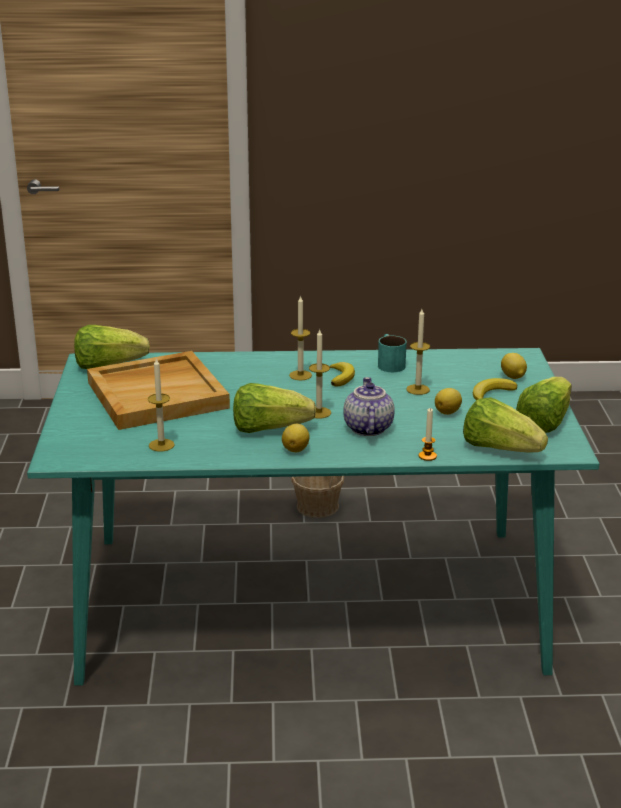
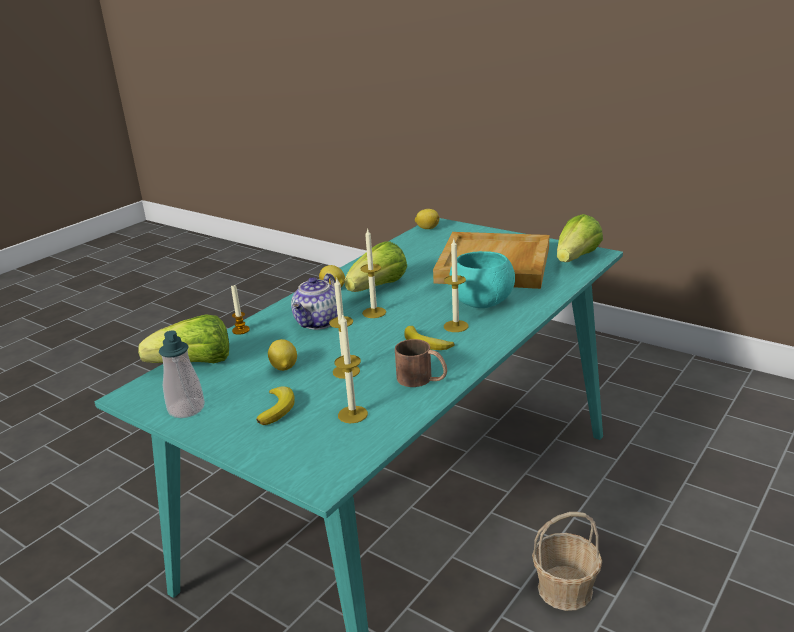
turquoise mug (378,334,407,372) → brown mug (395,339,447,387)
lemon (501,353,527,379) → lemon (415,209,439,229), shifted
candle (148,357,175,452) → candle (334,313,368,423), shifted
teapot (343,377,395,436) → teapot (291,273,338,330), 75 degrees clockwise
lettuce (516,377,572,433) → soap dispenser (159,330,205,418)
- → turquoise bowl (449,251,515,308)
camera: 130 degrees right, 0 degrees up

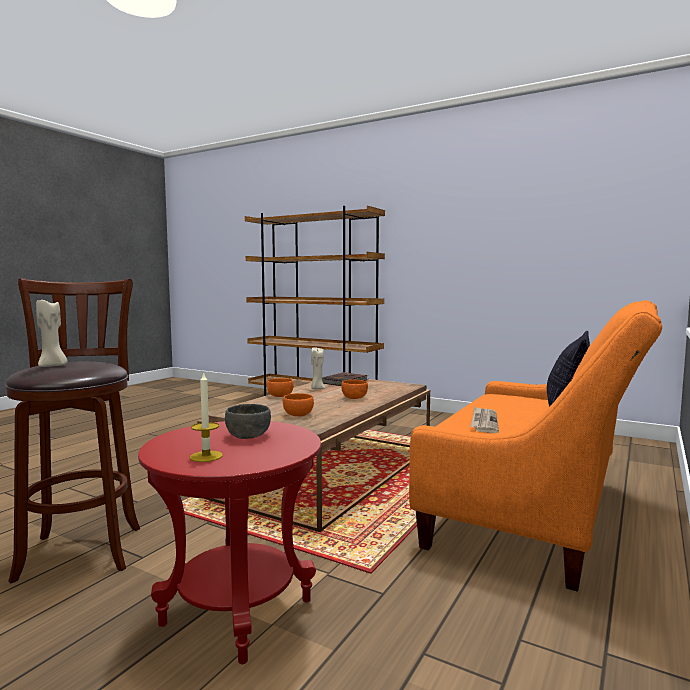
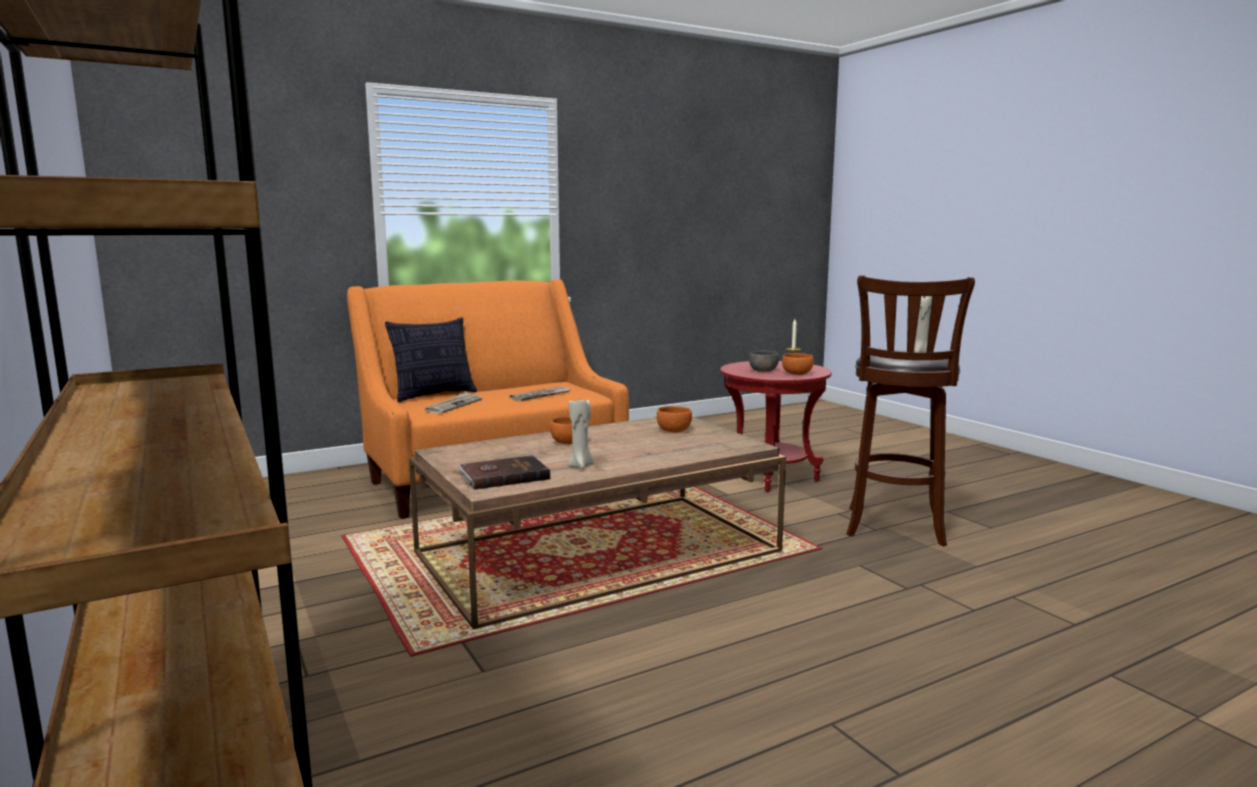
orange bowl (267,378,294,397) → orange bowl (782,353,814,375), shifted
- → newspaper (423,392,482,414)
camera: 150 degrees left, 5 degrees up

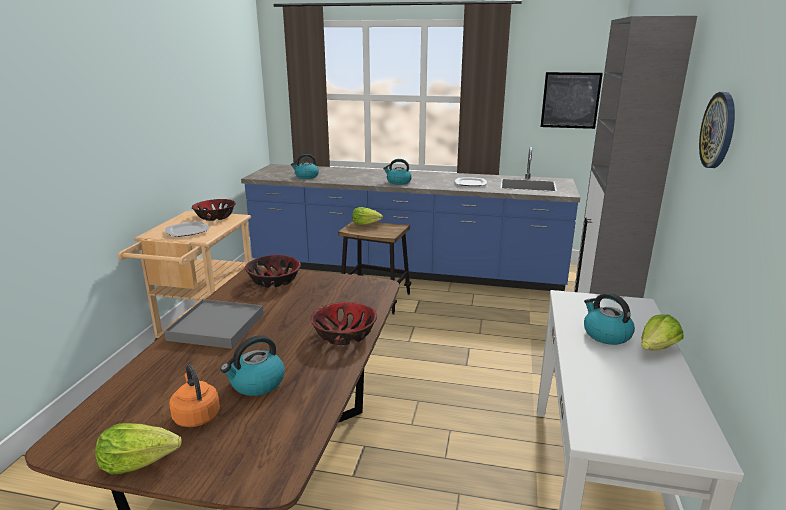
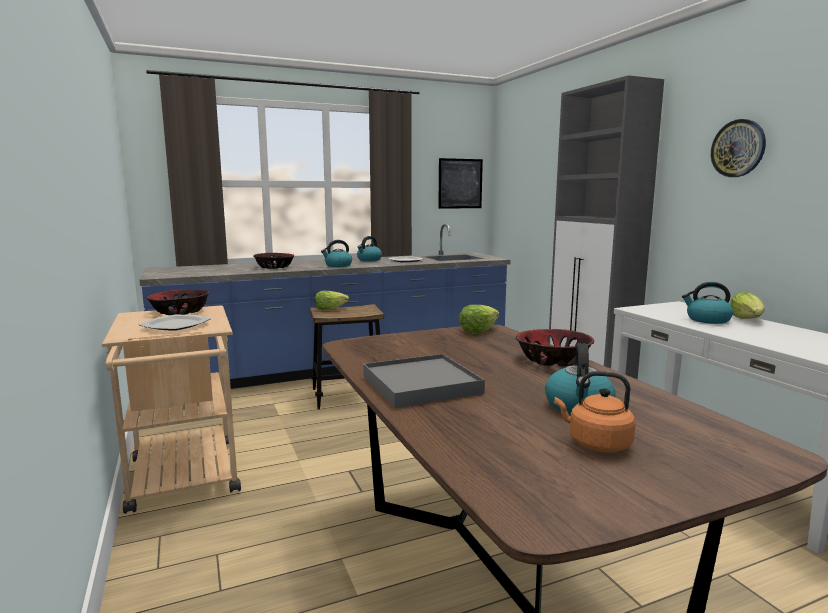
kettle (291,154,319,179) → kettle (357,236,382,261), shifted
bowl (245,255,301,288) → bowl (253,253,294,269), shifted
lettuce (95,423,182,474) → lettuce (459,305,500,334), shifted
camera: 35 degrees left, 10 degrees down

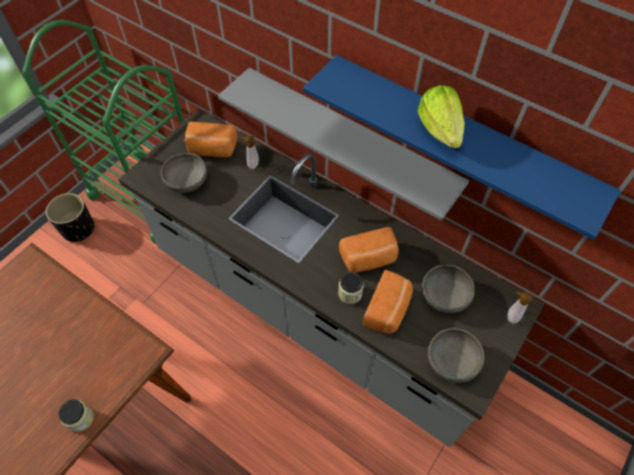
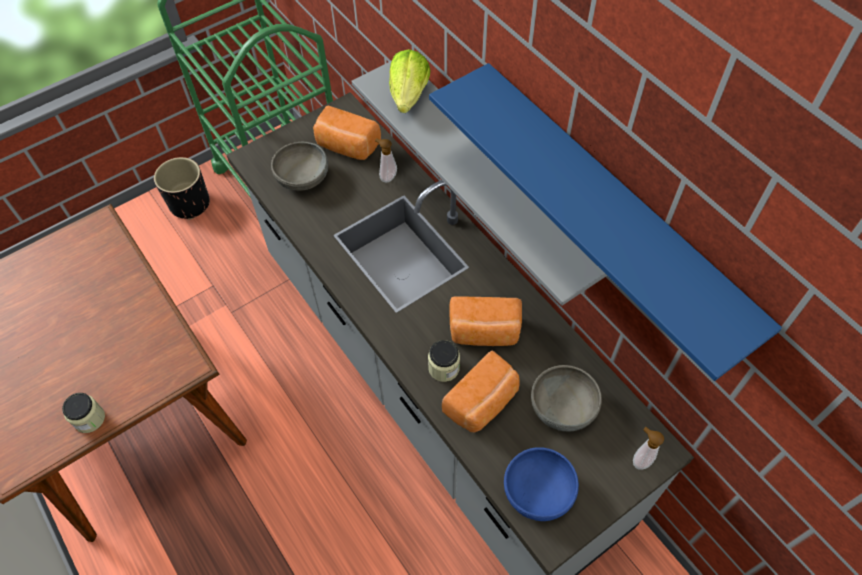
lettuce (418,85,465,148) → lettuce (389,49,430,113), shifted
grey bowl (428,328,485,383) → blue bowl (504,447,579,521)
camera: 20 degrees right, 0 degrees up

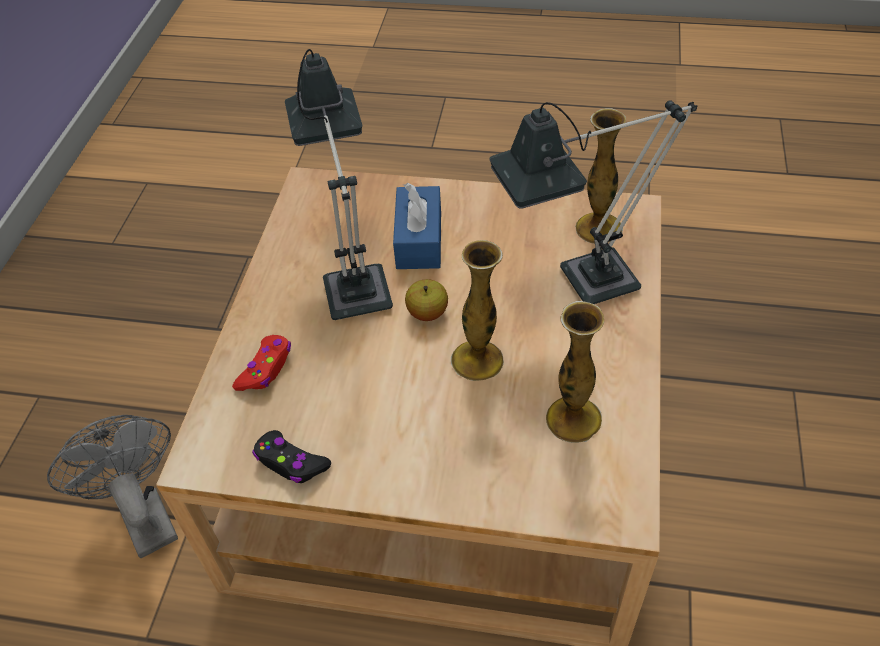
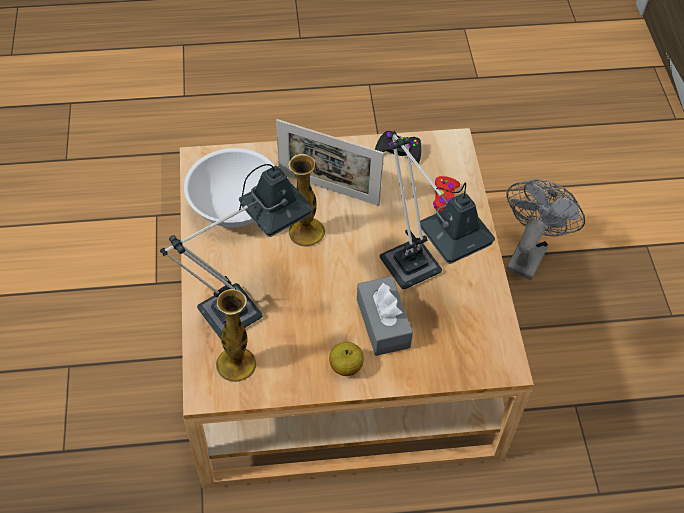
blue tissue box (393,183,441,269) → grey tissue box (357,276,413,356)
apple (405,279,448,321) → apple (329,342,364,376), shifted
vase (546,301,604,443) → white bowl (184,148,275,227)
grey fan (47,415,178,558) → grey fan (506,179,585,280), 105 degrees counterclockwise
- → picture frame (276,119,384,206)
camera: 160 degrees right, 5 degrees up

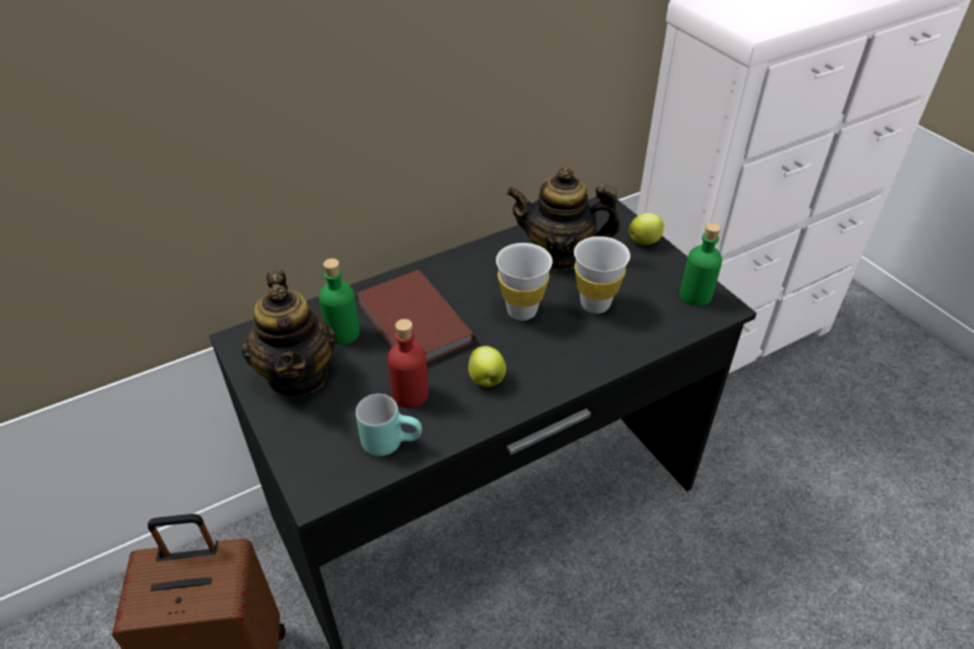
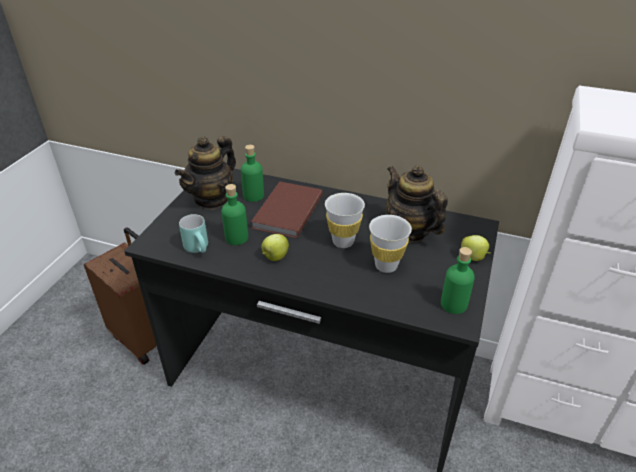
red bottle (388,319,429,408) → green bottle (221,184,248,245)
camera: 50 degrees right, 5 degrees down

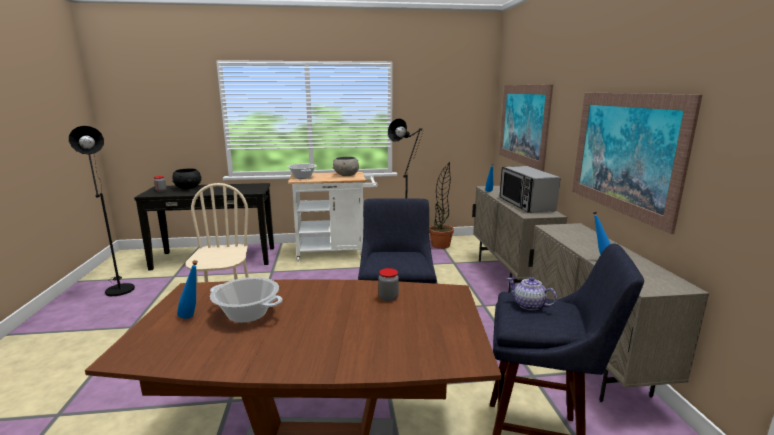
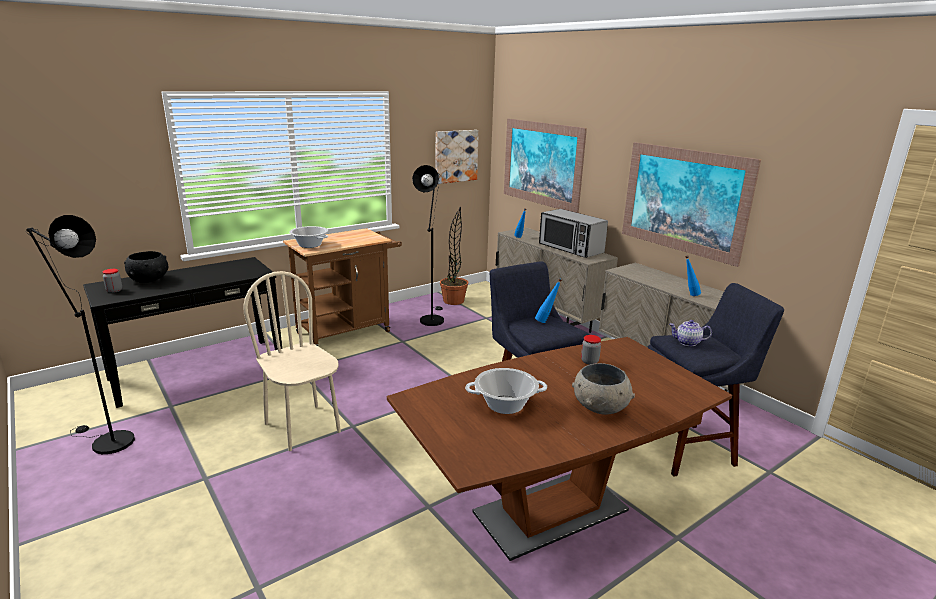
grey bowl (333,157,359,176) → grey bowl (572,363,635,415), shifted
white cart (288,172,377,261) → brown cart (283,228,402,346)
blue bottle (177,260,198,318) → blue bottle (535,278,562,323), shifted
- → picture (436,130,479,184)
camera: 30 degrees left, 5 degrees up

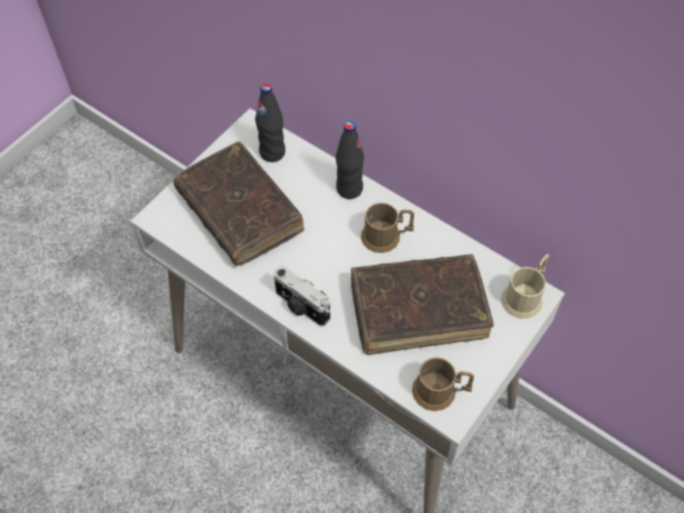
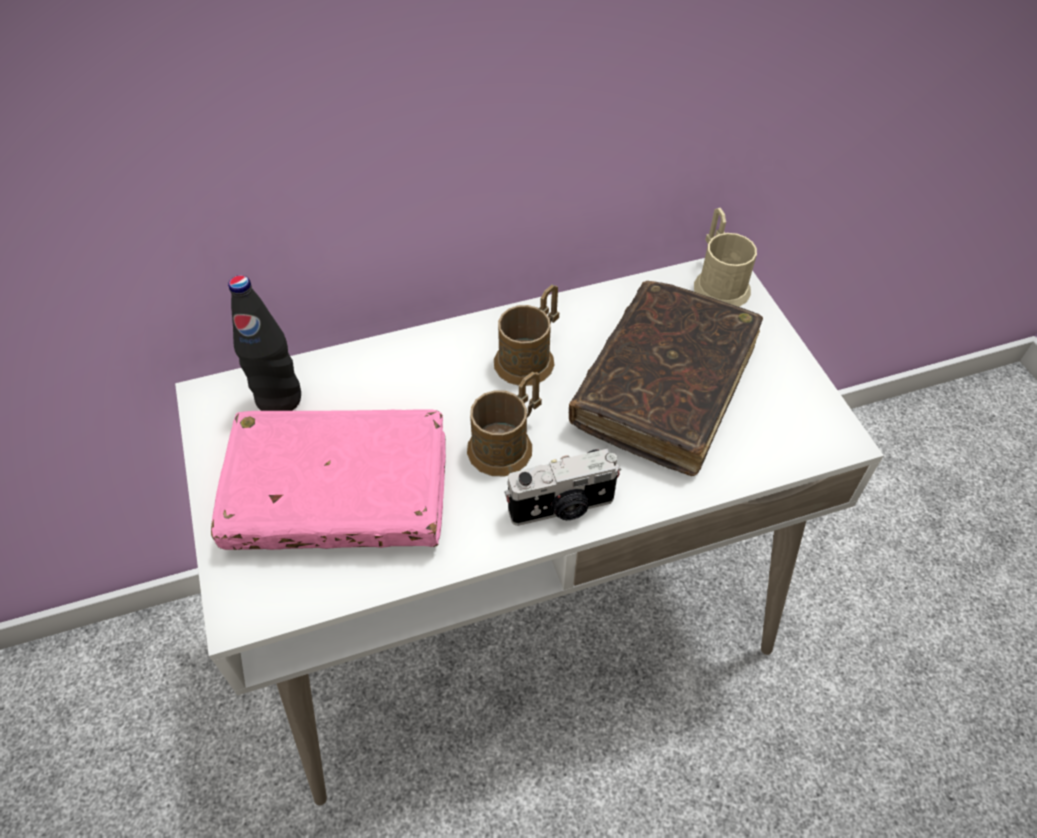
black bottle (336,121,364,199) → -
brown book (173,142,304,266) → pink book (211,409,446,550)
brown mug (412,357,474,411) → brown mug (467,372,542,476), shifted
camera: 55 degrees left, 5 degrees down

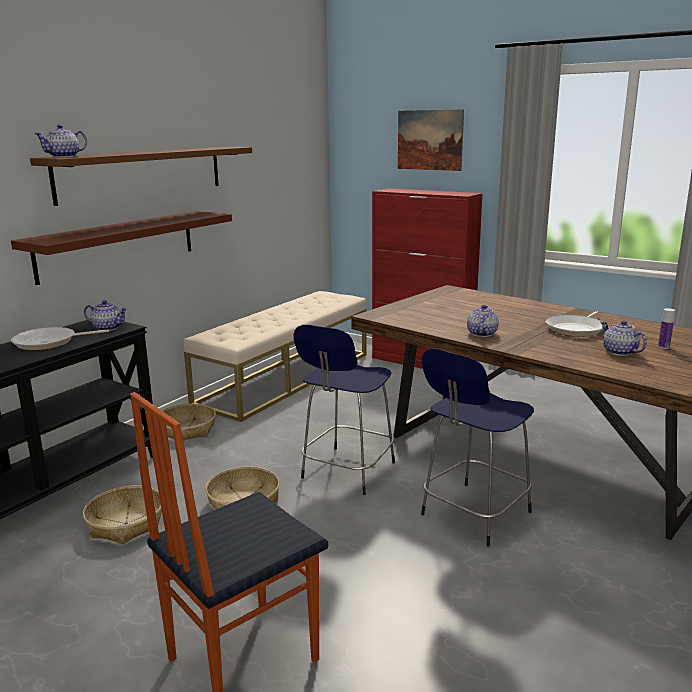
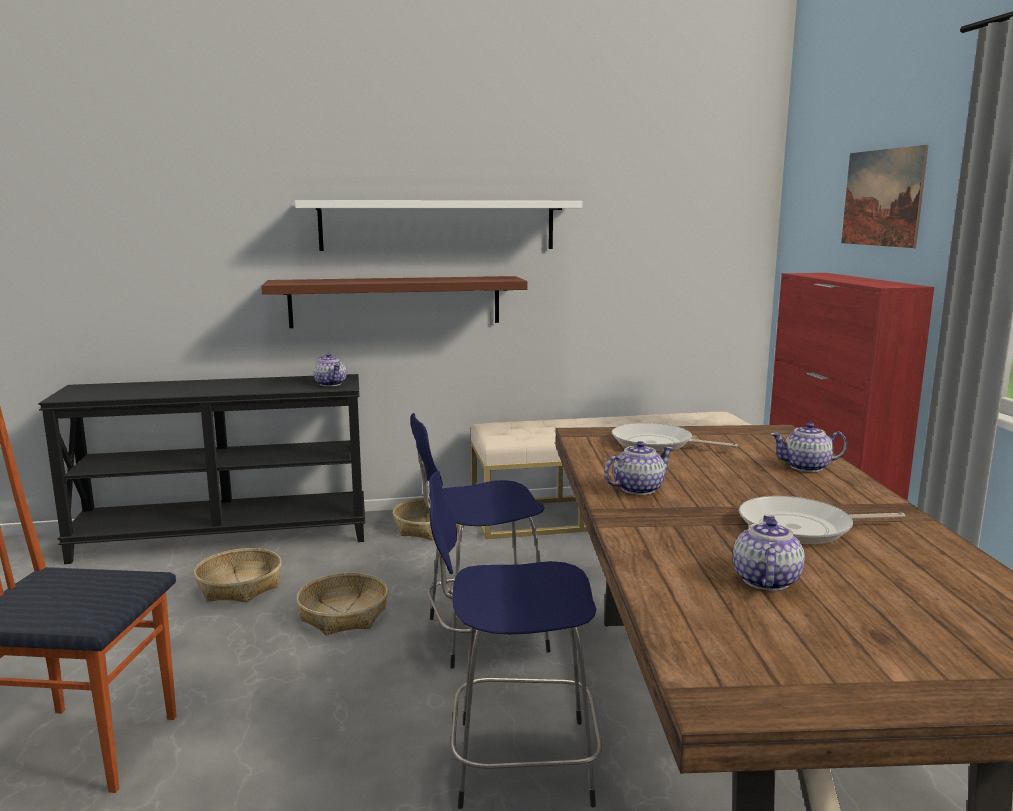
teapot (34,125,87,157) → teapot (770,423,848,472), shifted
brown shelf (30,147,252,206) → white shelf (295,200,582,251)
bottle (658,308,675,349) → -
frying pan (11,327,109,350) → frying pan (612,423,738,452), shifted
camera: 45 degrees right, 5 degrees down

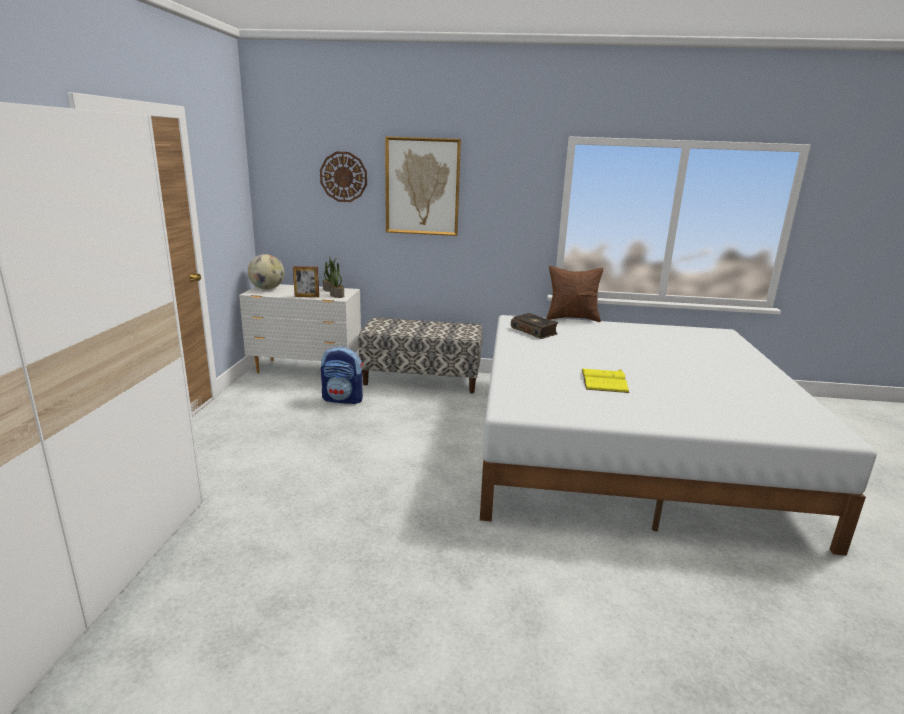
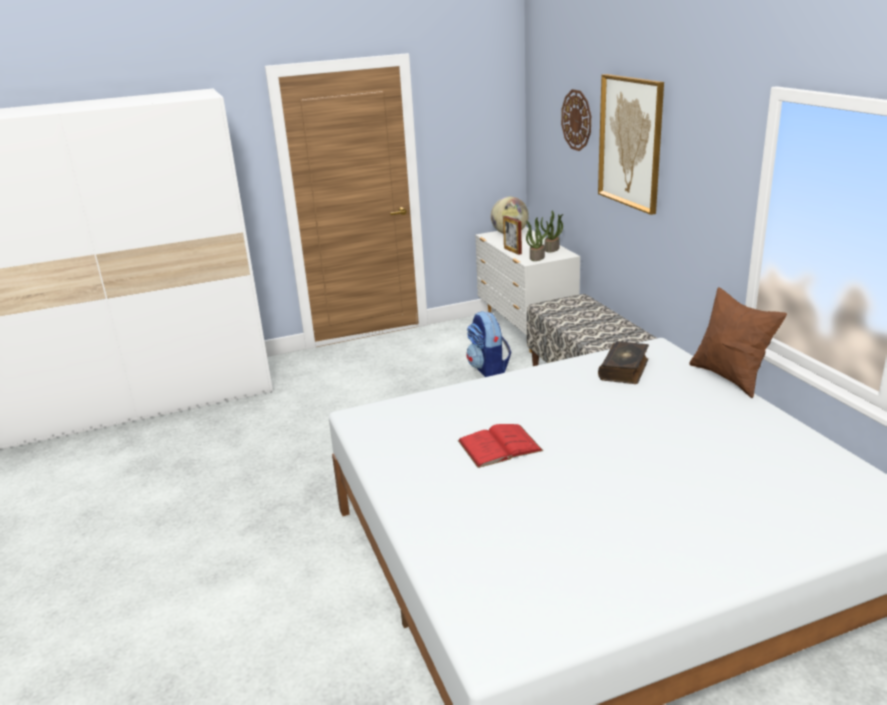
yellow book (582,369,629,393) → red book (458,424,543,468)
camera: 65 degrees right, 5 degrees up

